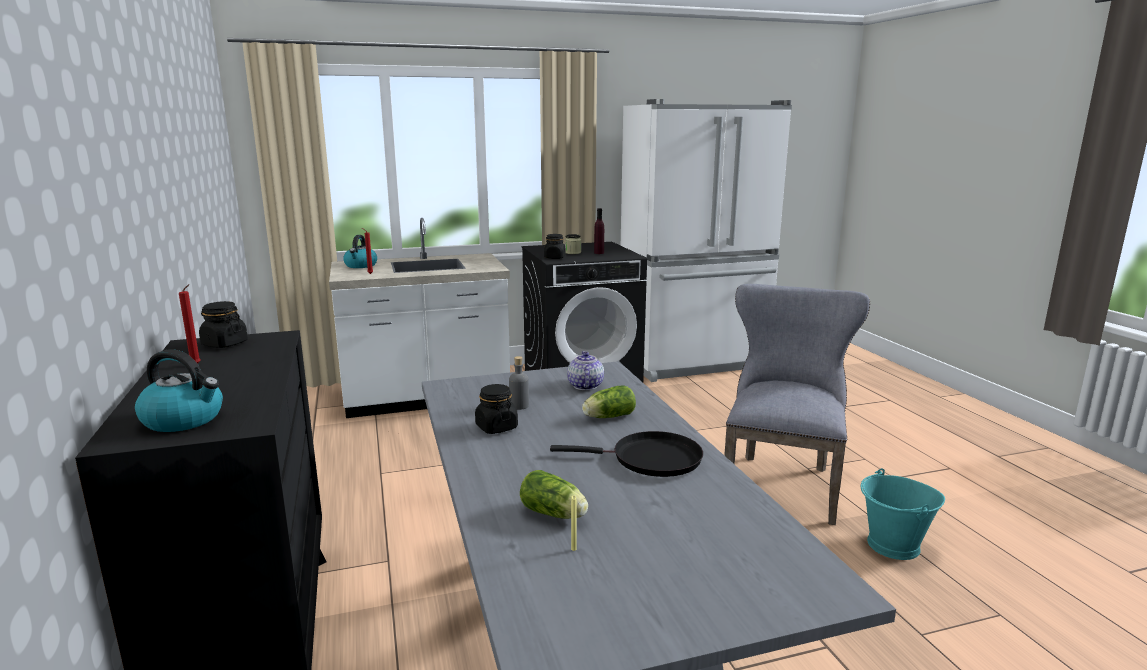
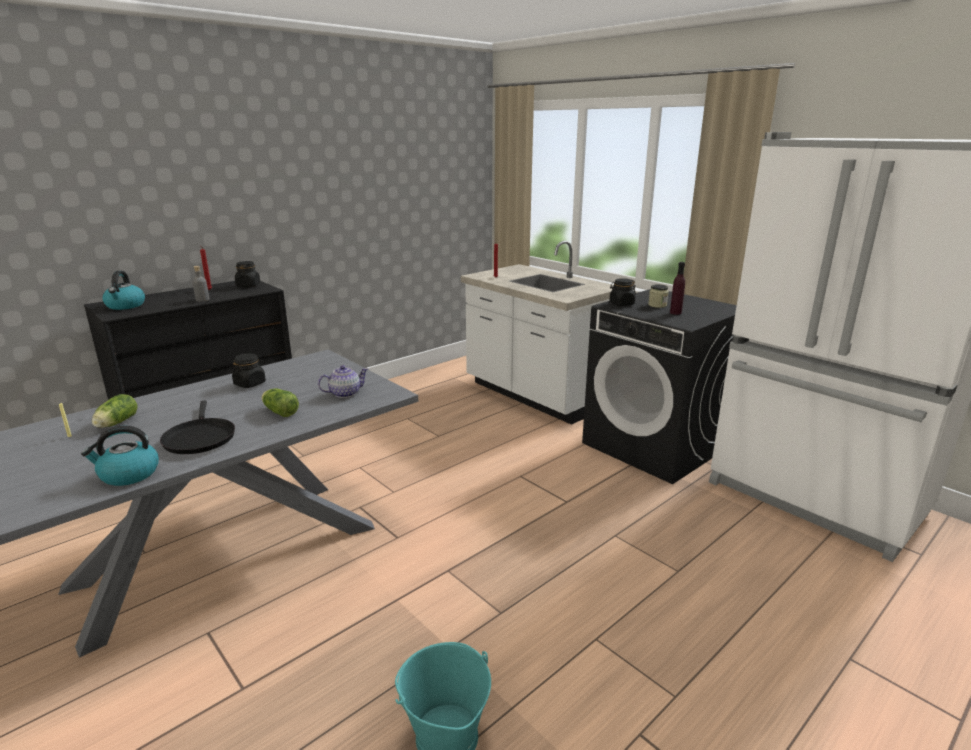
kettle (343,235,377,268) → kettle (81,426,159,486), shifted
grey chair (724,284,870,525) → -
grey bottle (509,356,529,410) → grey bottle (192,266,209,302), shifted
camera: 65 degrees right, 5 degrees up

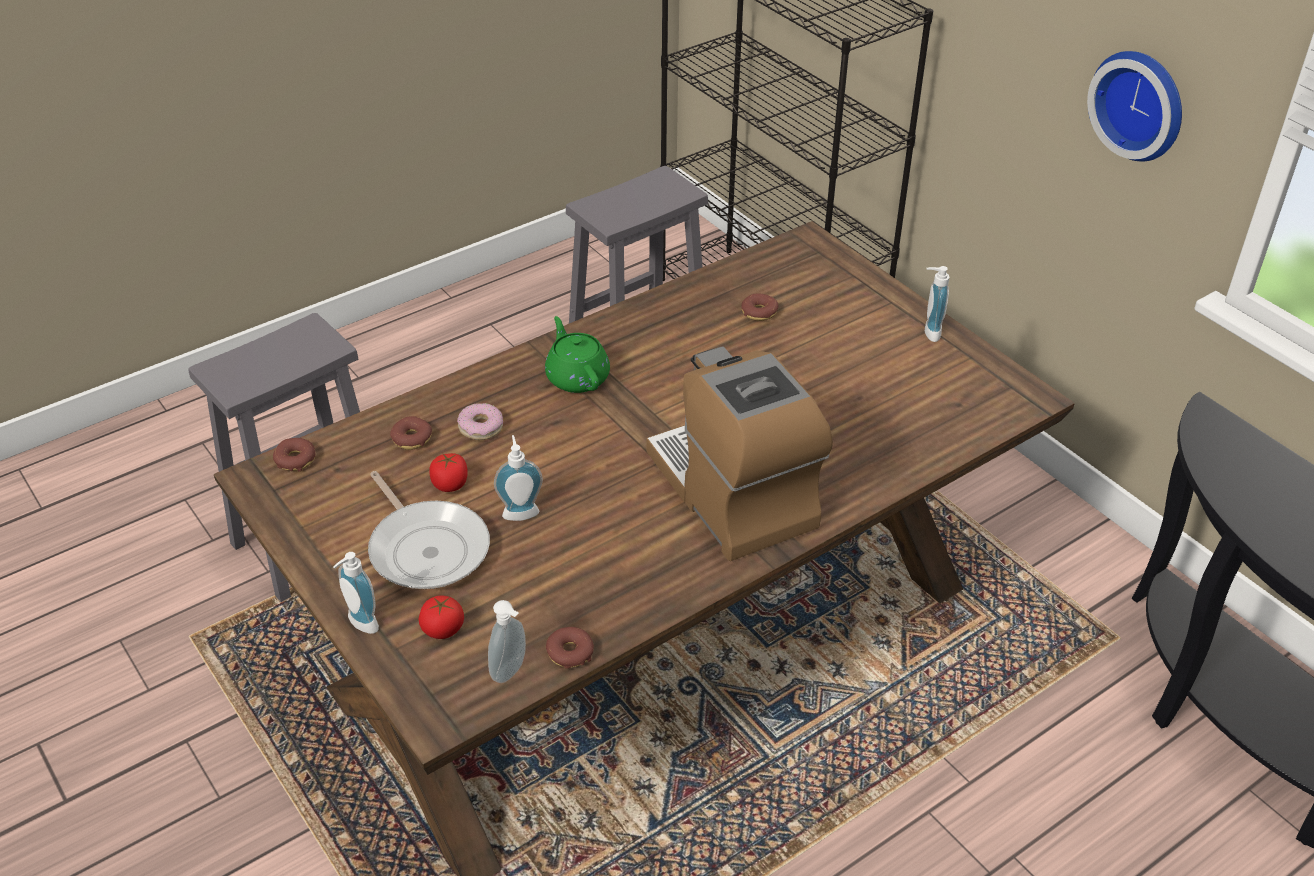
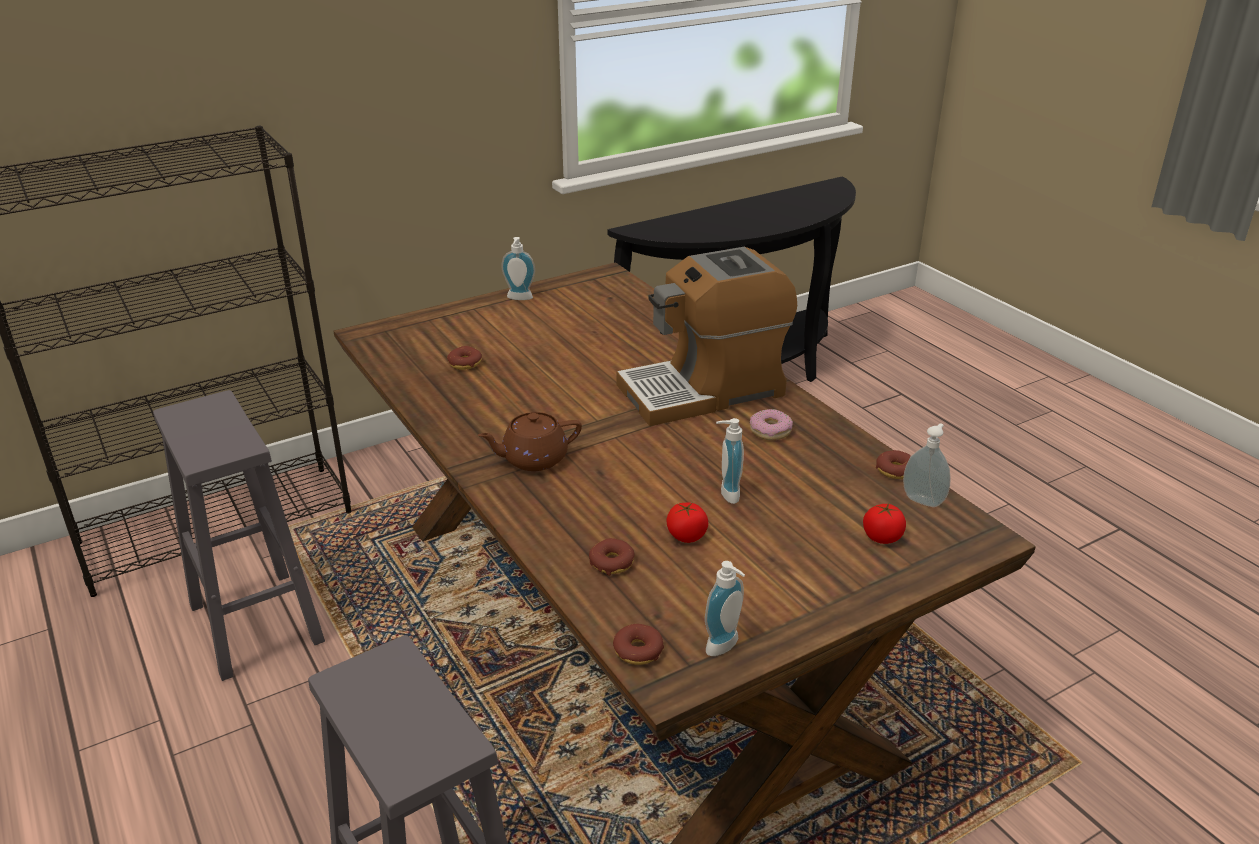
wall clock (1087,51,1182,162) → -
green teapot (545,316,610,393) → brown teapot (478,412,582,471)
donut (457,403,503,440) → donut (750,409,793,440), shifted
frying pan (368,471,490,589) → -
soap dispenser (333,552,379,634) → soap dispenser (705,561,745,656), shifted
camera: 85 degrees left, 10 degrees down

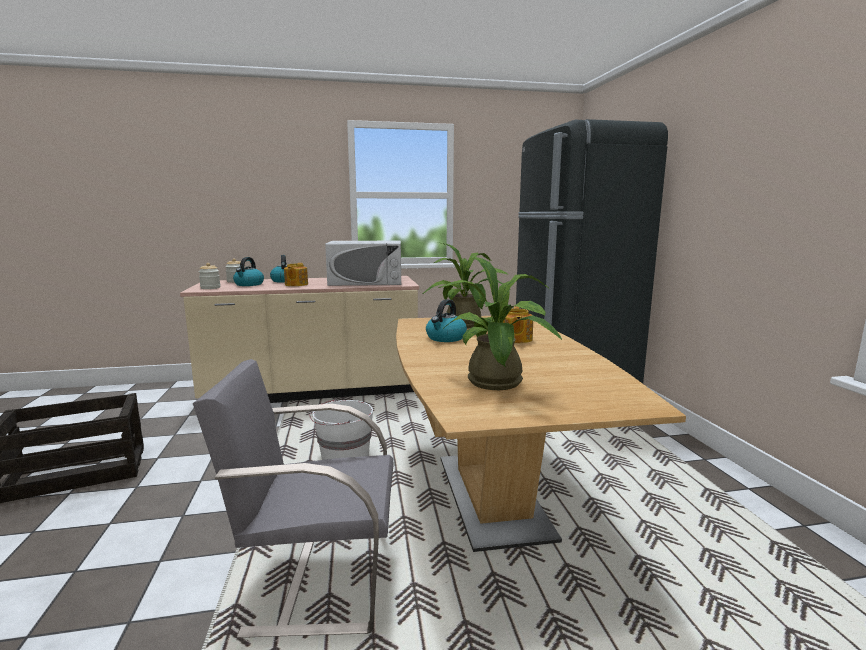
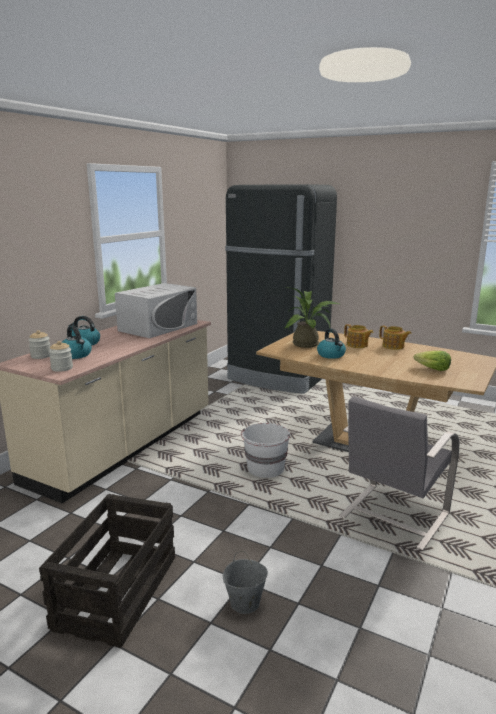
potted plant (438,256,562,390) → lettuce (413,351,451,371)
teapot (284,263,308,286) → teapot (379,325,411,350), shifted
- → grey bucket (223,551,268,614)
camera: 50 degrees left, 5 degrees up

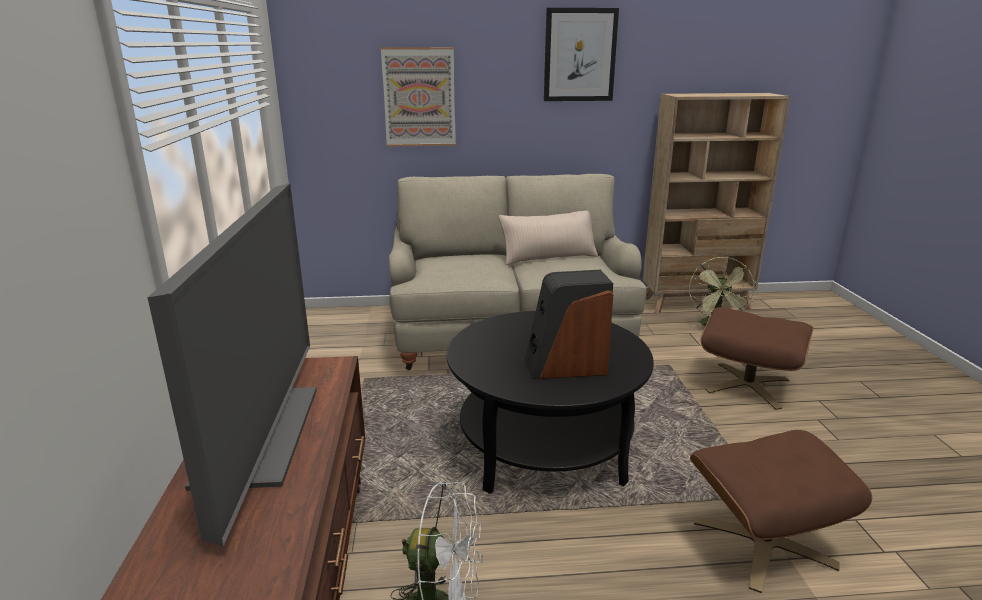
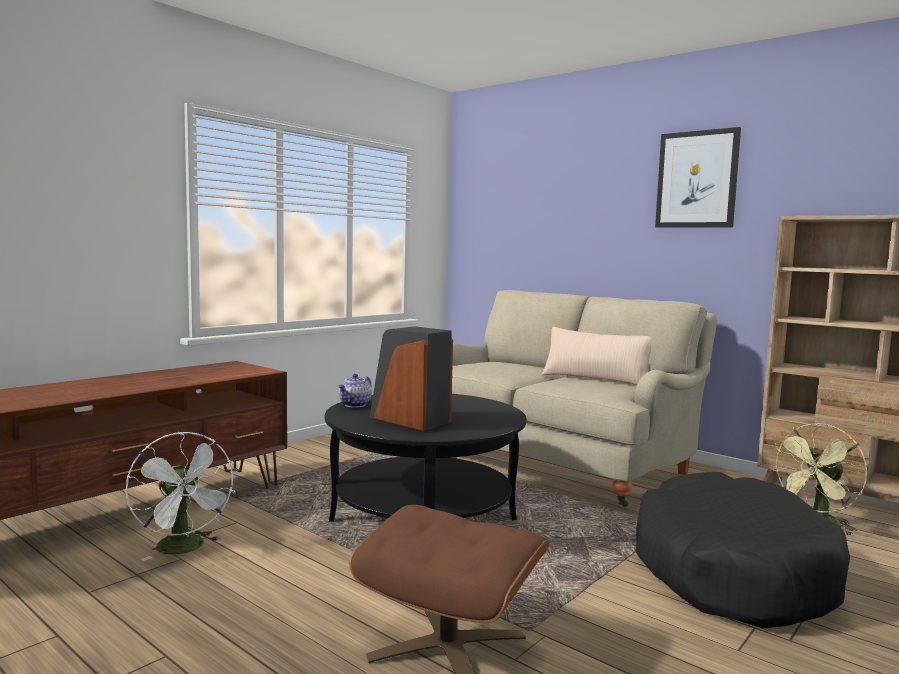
picture (381,47,456,147) → -
television (147,183,317,546) → -
brown ottoman (701,307,814,410) → black dog bed (635,472,850,628)
- → teapot (338,374,372,408)
camera: 45 degrees right, 15 degrees down

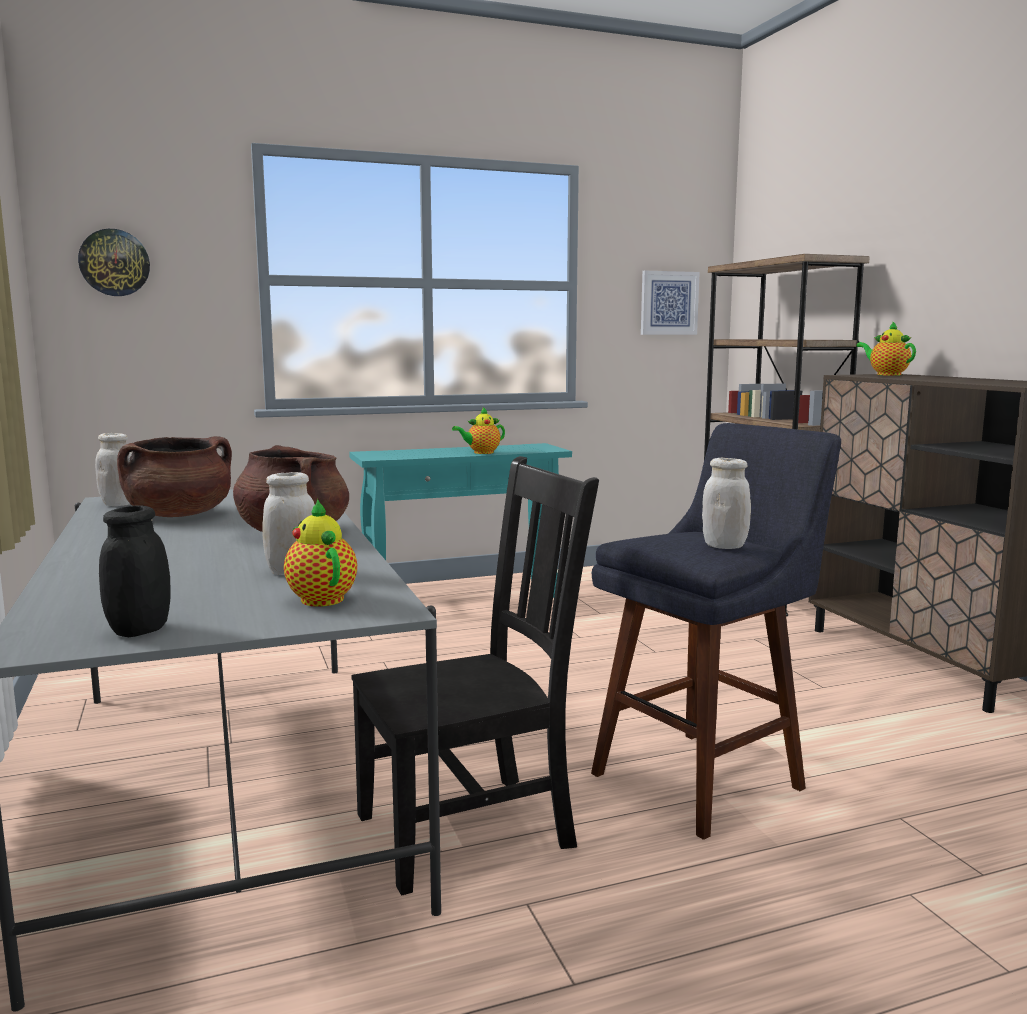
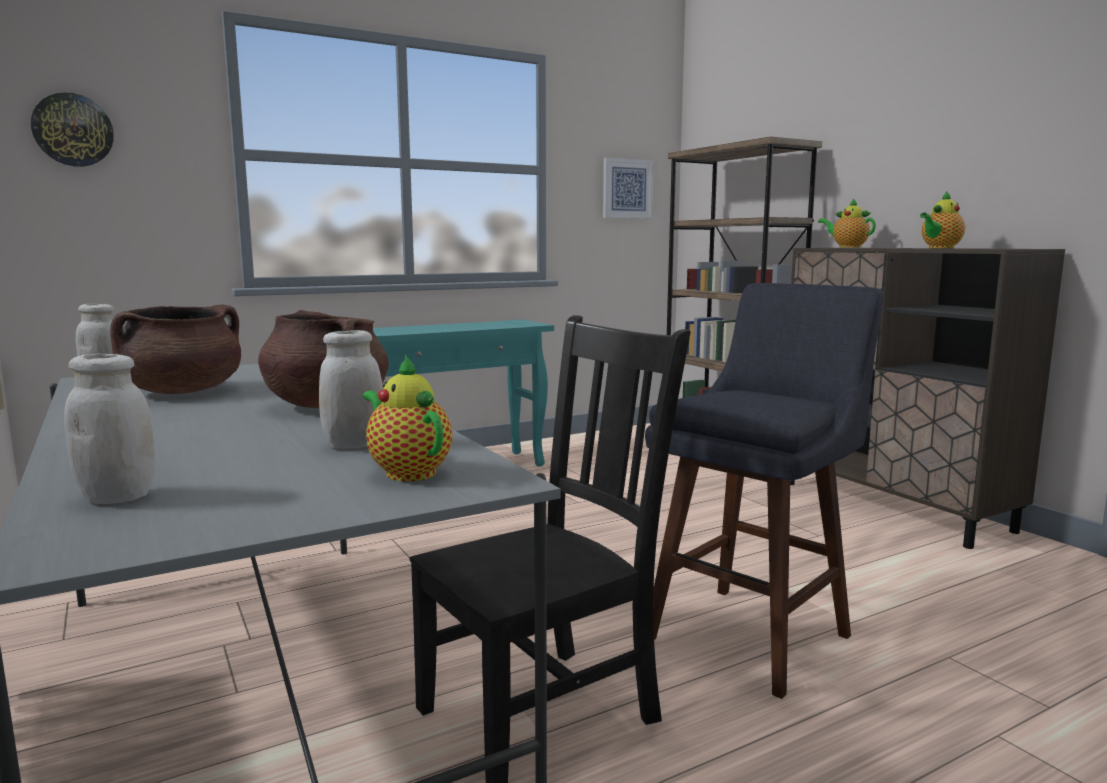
teapot (452,407,505,454) → teapot (920,191,965,248), shifted
white jar (702,458,751,549) → white jar (64,354,155,504), shifted
black jar (99,505,171,637) → -
camera: 10 degrees left, 0 degrees up

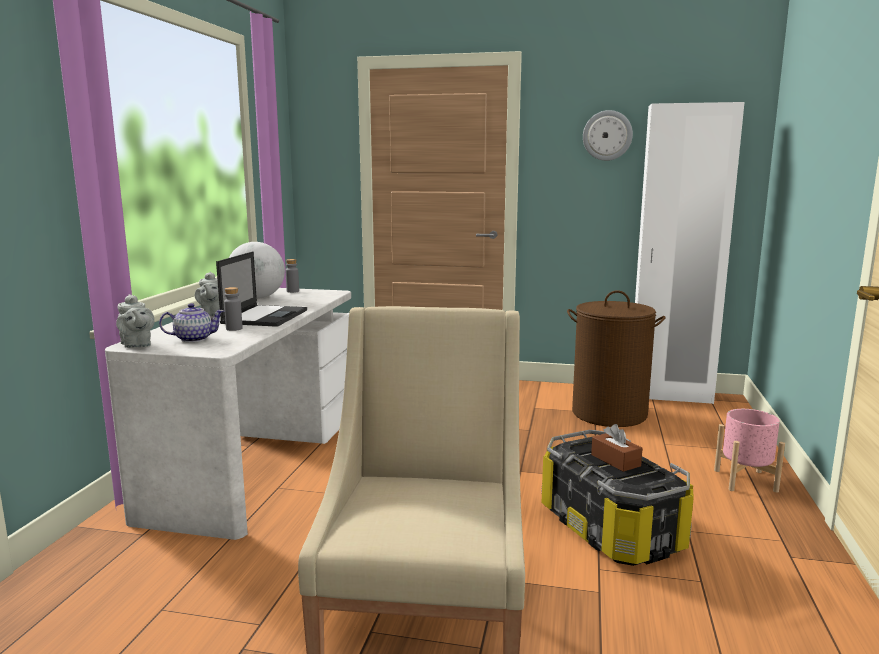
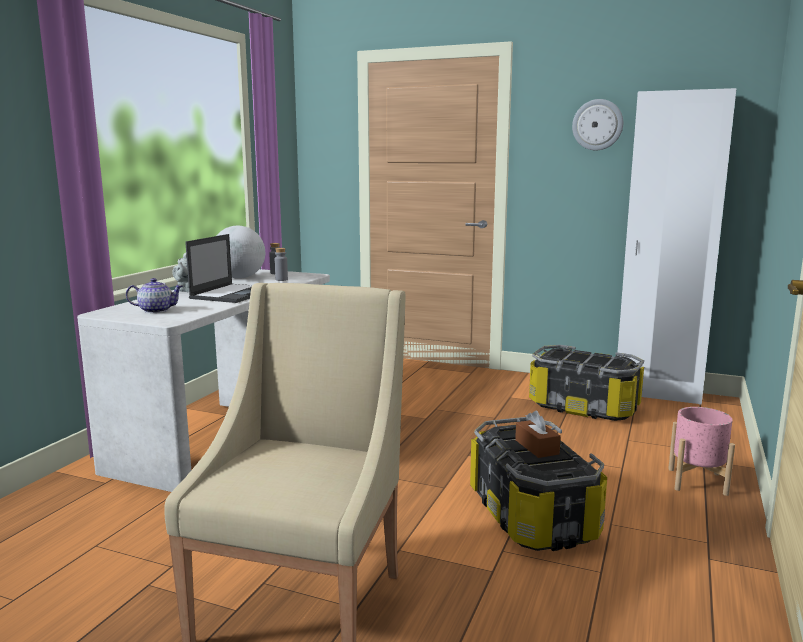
grey bottle (224,287,243,331) → grey bottle (275,248,288,281), shifted
brown laundry basket (567,290,666,427) → storage box (529,345,644,421)
grey teapot (116,294,155,348) → -
camera: 10 degrees right, 0 degrees up

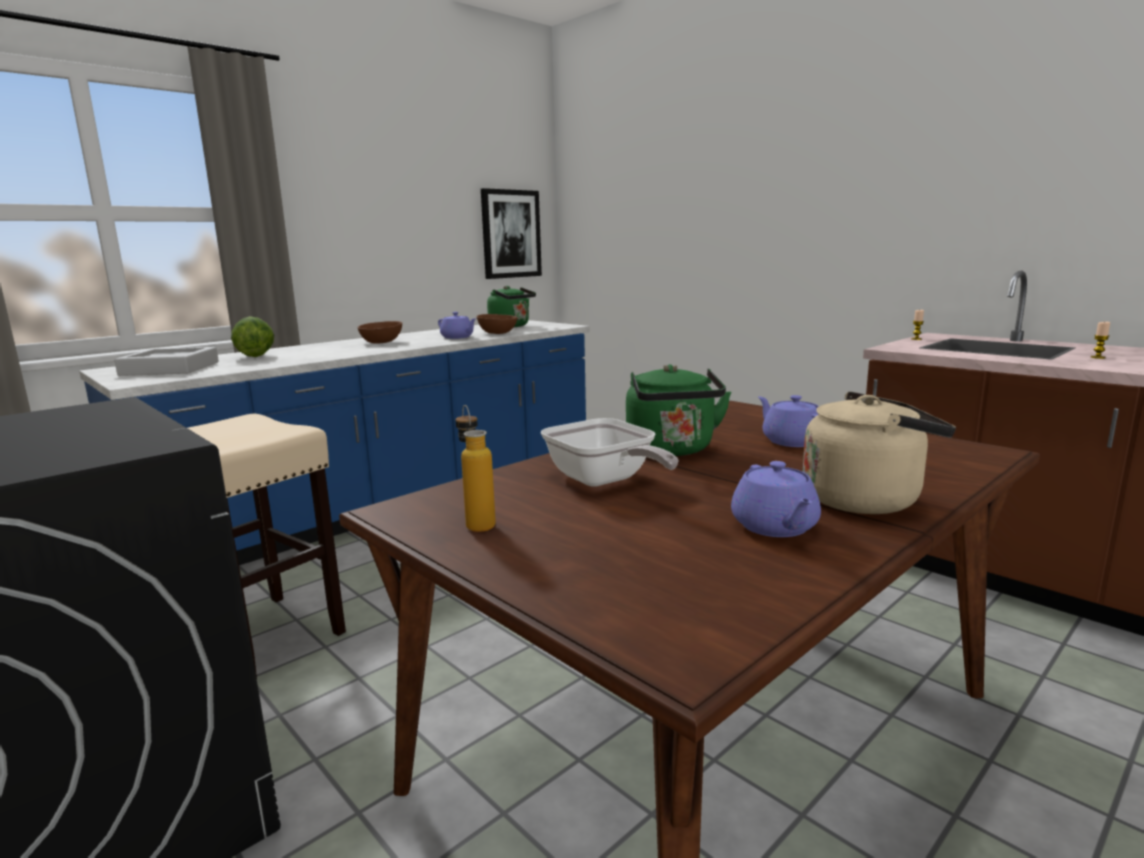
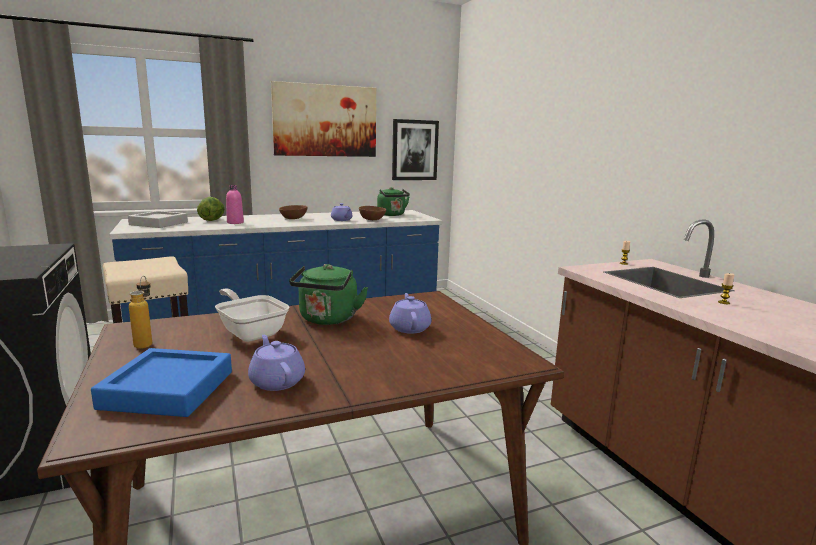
beige kettle (803,392,956,514) → -
frying pan (541,418,679,487) → frying pan (215,289,290,342), 150 degrees clockwise
purple teapot (731,461,821,537) → purple teapot (248,335,305,391), 135 degrees clockwise
- → picture (271,81,376,157)
- → pink bottle (226,185,244,224)
- → blue tray (91,348,232,417)
camera: 20 degrees right, 0 degrees up

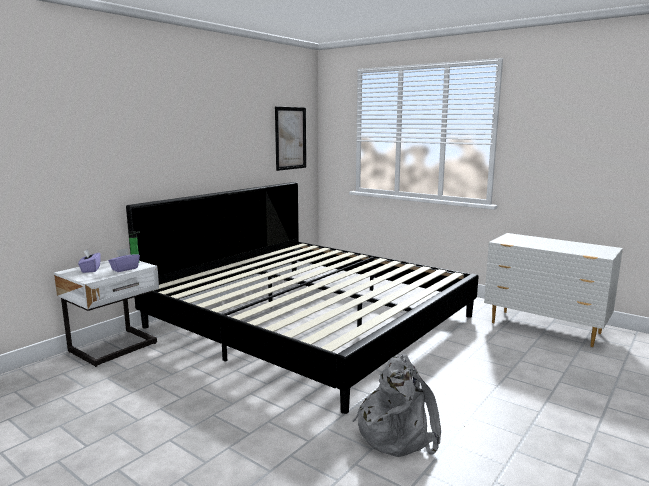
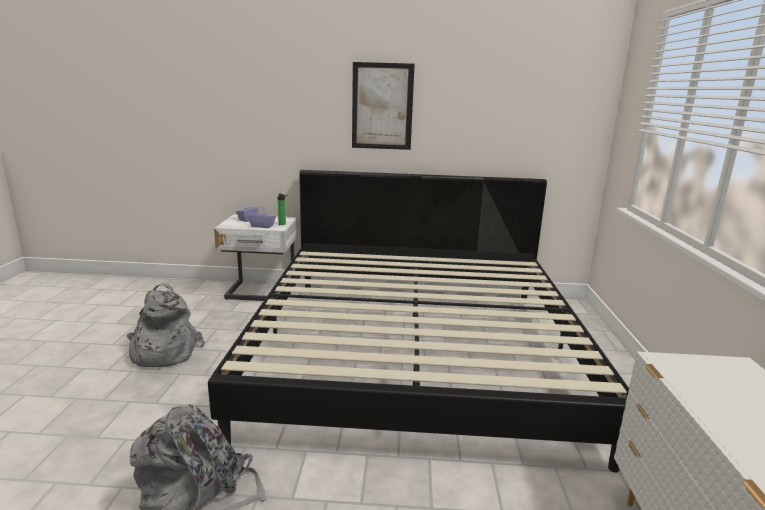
picture (275,106,306,171) → picture (352,62,415,150), shifted
- → grey backpack (127,283,205,367)
camera: 55 degrees right, 5 degrees up

